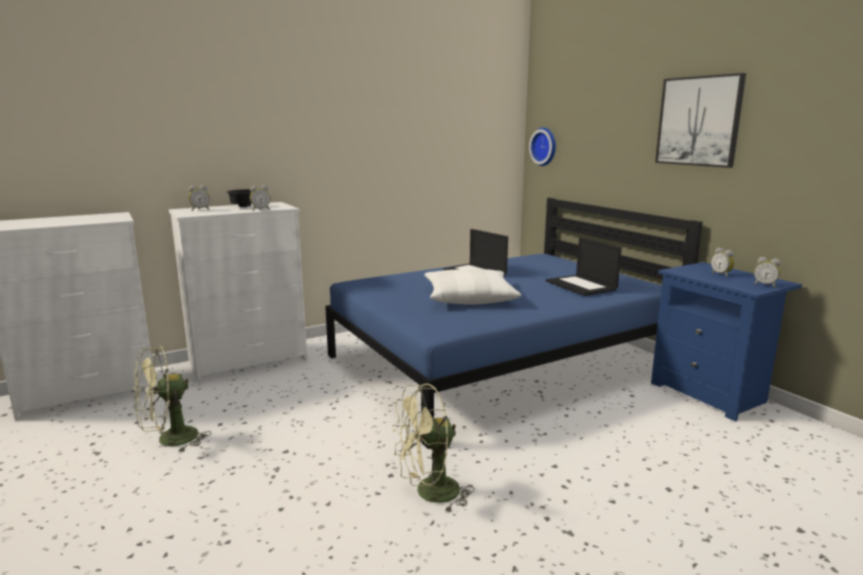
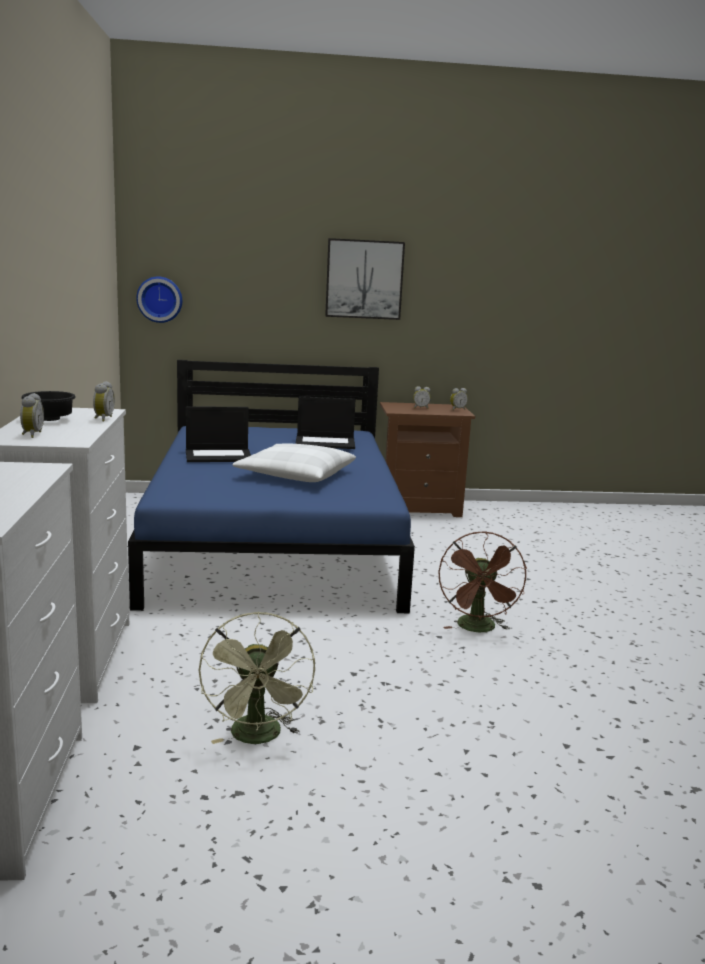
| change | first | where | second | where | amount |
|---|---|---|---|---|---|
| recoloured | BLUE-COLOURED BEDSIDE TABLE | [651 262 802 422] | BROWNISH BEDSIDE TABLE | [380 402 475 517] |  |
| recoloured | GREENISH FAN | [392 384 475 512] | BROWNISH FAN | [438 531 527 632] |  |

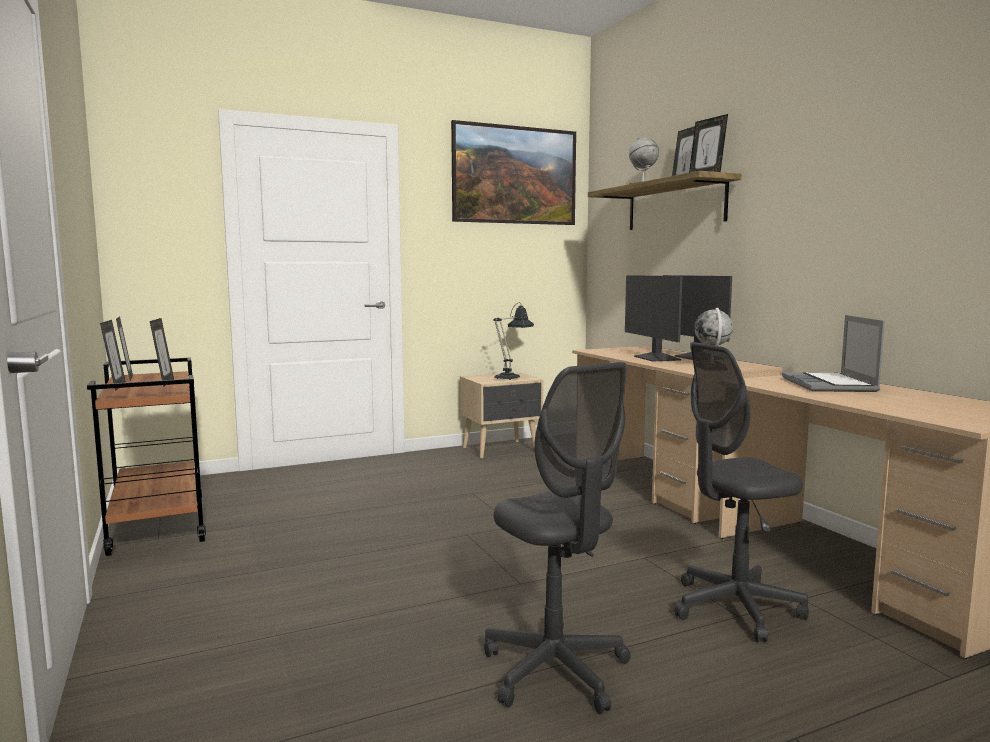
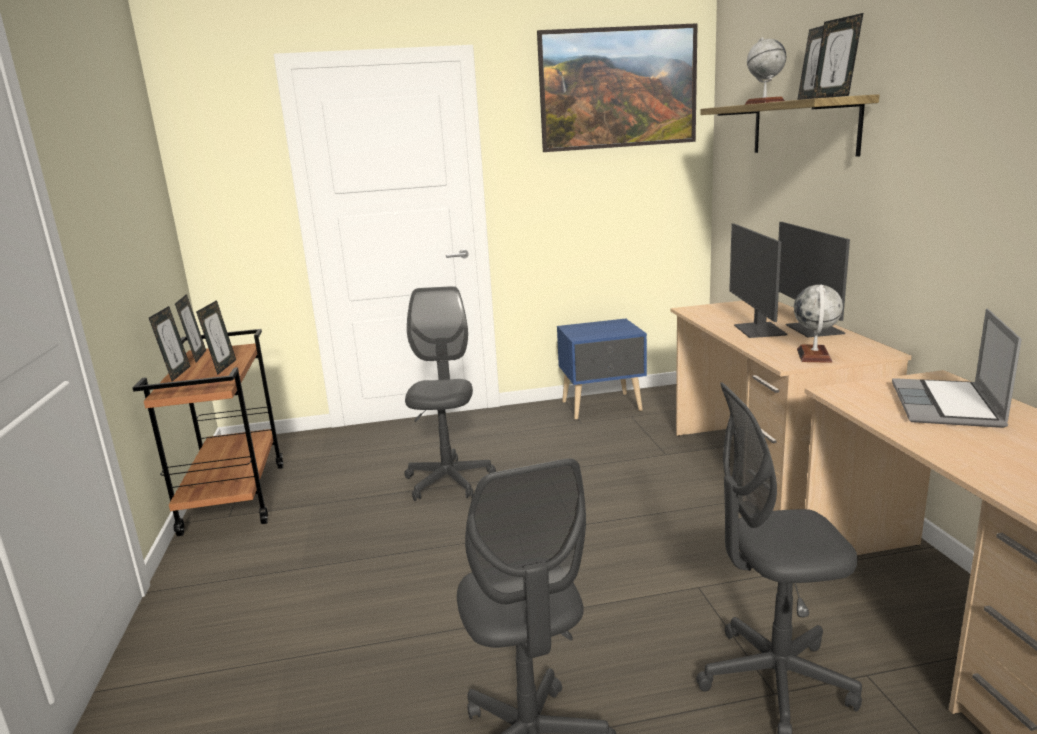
| change | first | where | second | where | amount |
|---|---|---|---|---|---|
| added |  |  | GREYISH DESK CHAIR | [405 286 496 501] |  |
| recoloured | BEIGE-COLOURED BEDSIDE TABLE | [460 372 544 459] | BLUE-COLOURED BEDSIDE TABLE | [557 319 647 419] |  |
| removed | TABLETOP LAMP | [493 302 534 379] |  |  |  |

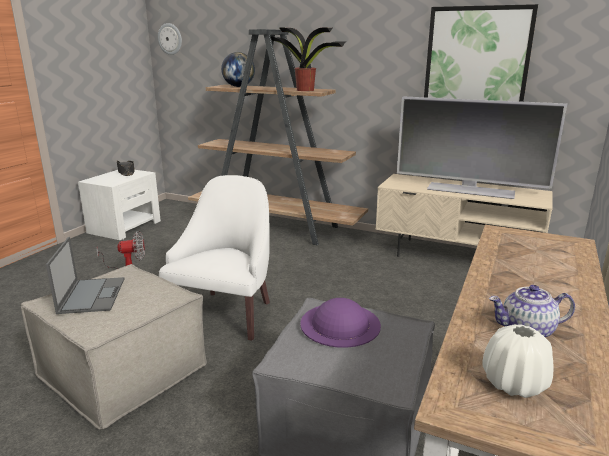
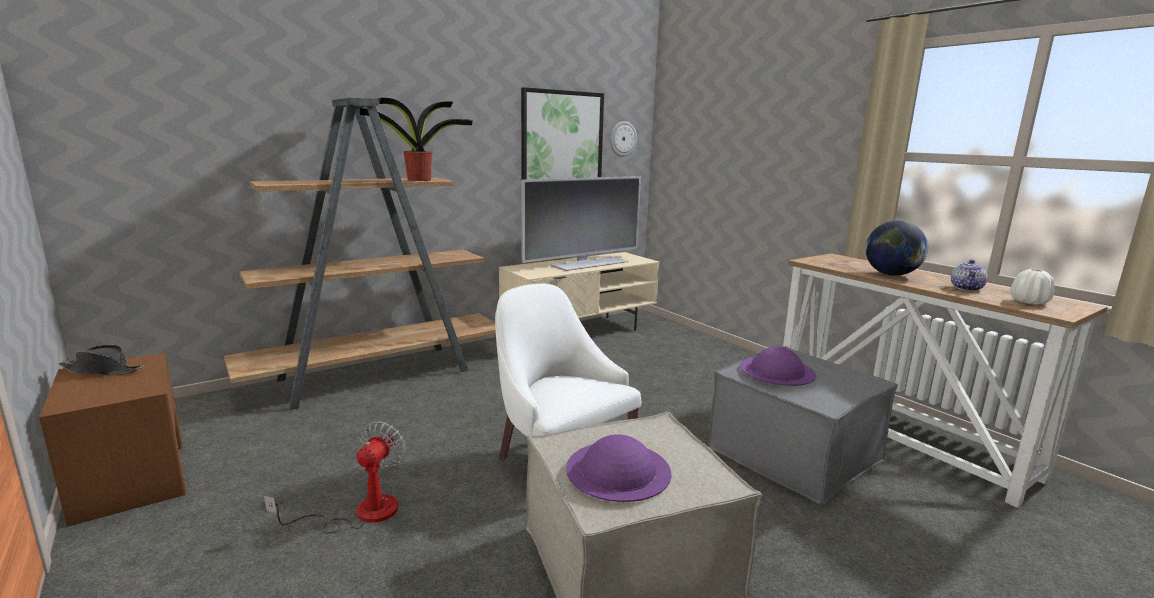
| change | first | where | second | where | amount |
|---|---|---|---|---|---|
| recoloured | WHITE BEDSIDE TABLE | [78 170 161 240] | BROWNISH BEDSIDE TABLE | [39 353 186 527] |  |
| replaced | PORTABLE COMPUTER | [46 237 124 314] | PURPLE-COLOURED HAT | [566 434 672 502] |  |
| moved | HANGING CLOCK | [158 23 182 55] |  | [610 121 637 157] |  |
| moved | GLOBE | [221 52 255 87] |  | [865 220 928 276] |  |

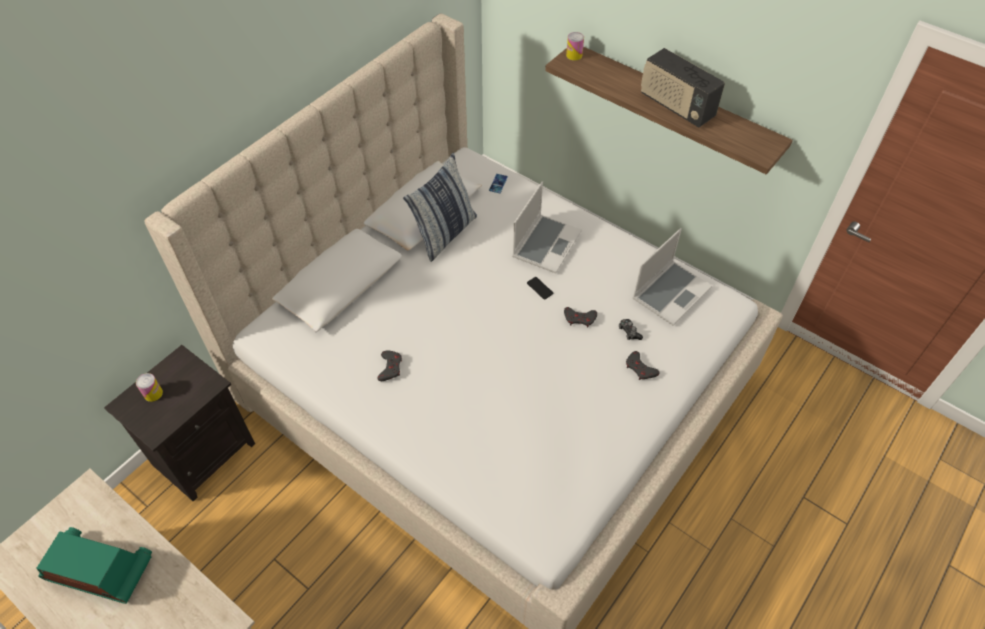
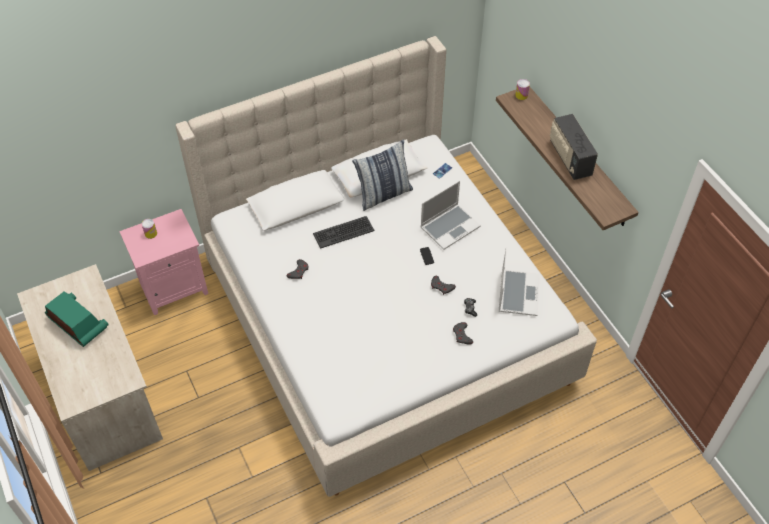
| change | first | where | second | where | amount |
|---|---|---|---|---|---|
| recoloured | BLACKISH BEDSIDE TABLE | [104 345 255 501] | PINK BEDSIDE TABLE | [119 209 208 315] |  |
| added |  |  | PC KEYBOARD | [313 216 375 249] |  |
| turned | PORTABLE COMPUTER | [633 228 712 326] |  | [499 247 540 316] | 60 degrees counterclockwise |

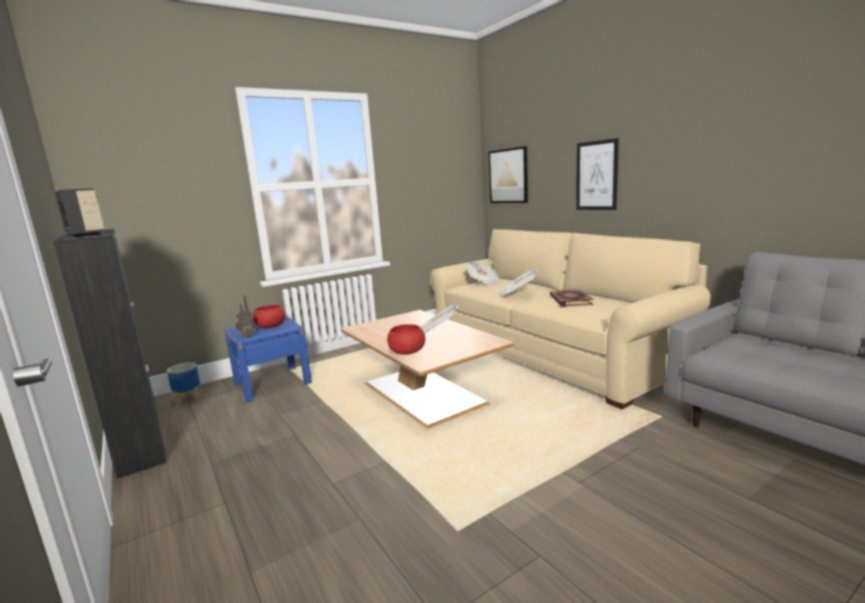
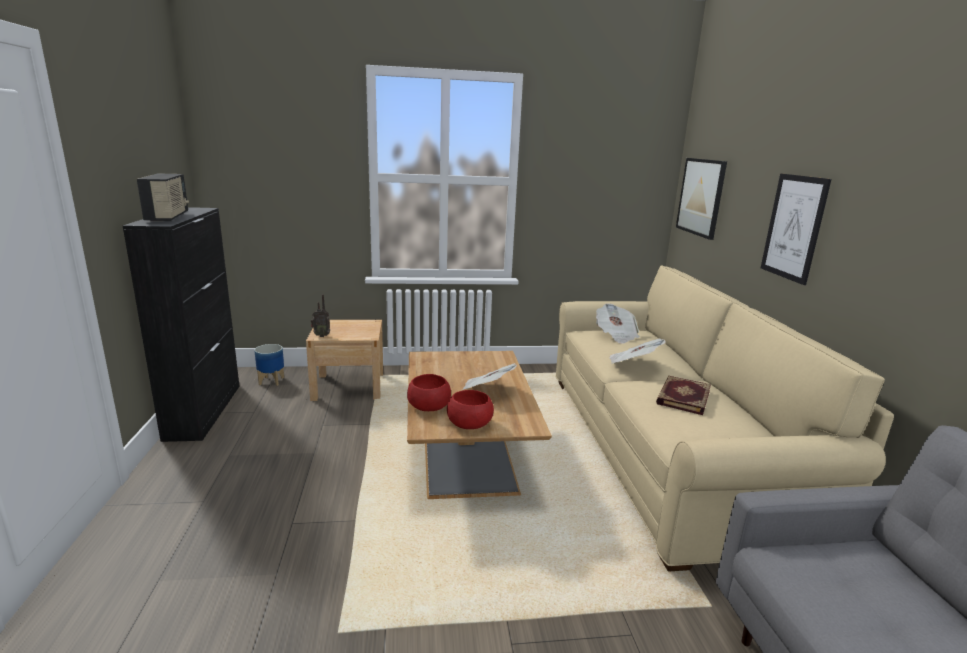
| change | first | where | second | where | amount |
|---|---|---|---|---|---|
| recoloured | BLUE-COLOURED BEDSIDE TABLE | [224 316 312 403] | BEIGE-COLOURED BEDSIDE TABLE | [306 320 383 401] |  |
| moved | RED SERVING BOWL | [253 305 285 328] |  | [447 390 494 429] |  |

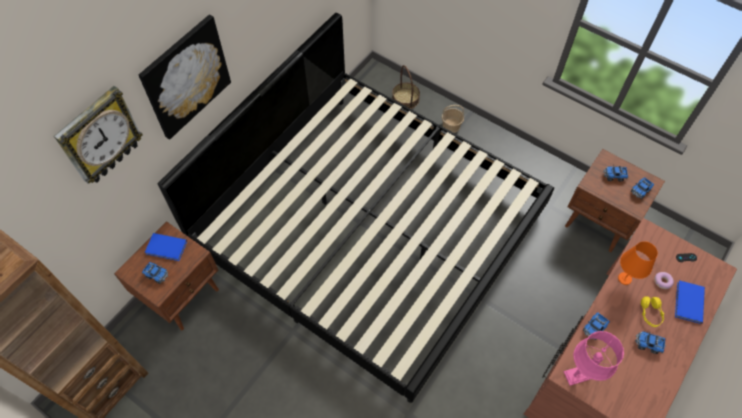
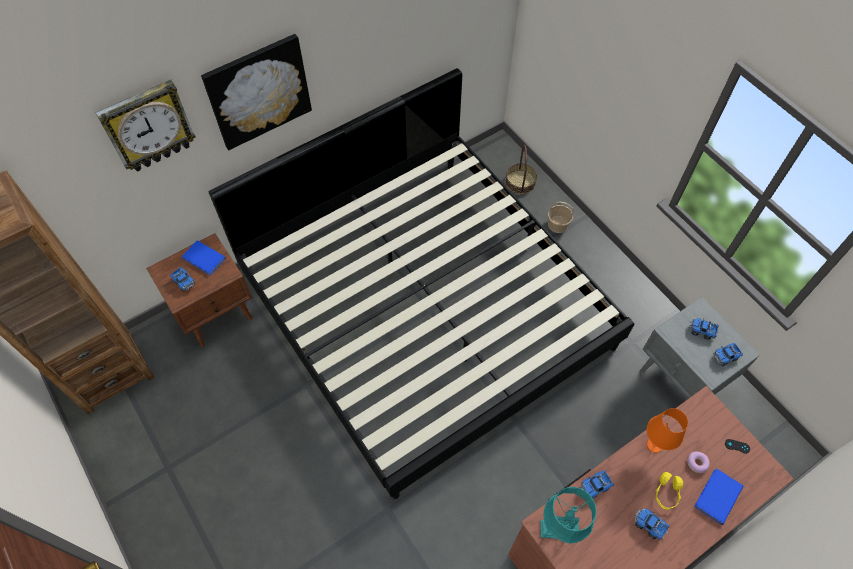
| change | first | where | second | where | amount |
|---|---|---|---|---|---|
| recoloured | PINK TABLETOP LAMP | [564 331 624 386] | TURQUOISE TABLETOP LAMP | [540 487 597 544] |  |
| recoloured | BROWNISH BEDSIDE TABLE | [565 149 665 252] | GREYISH BEDSIDE TABLE | [640 297 760 401] |  |

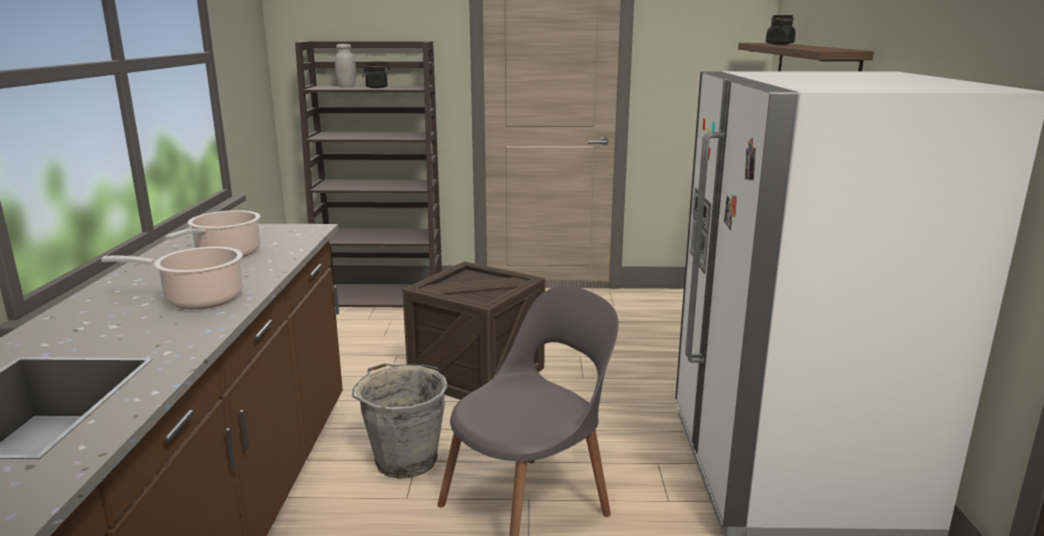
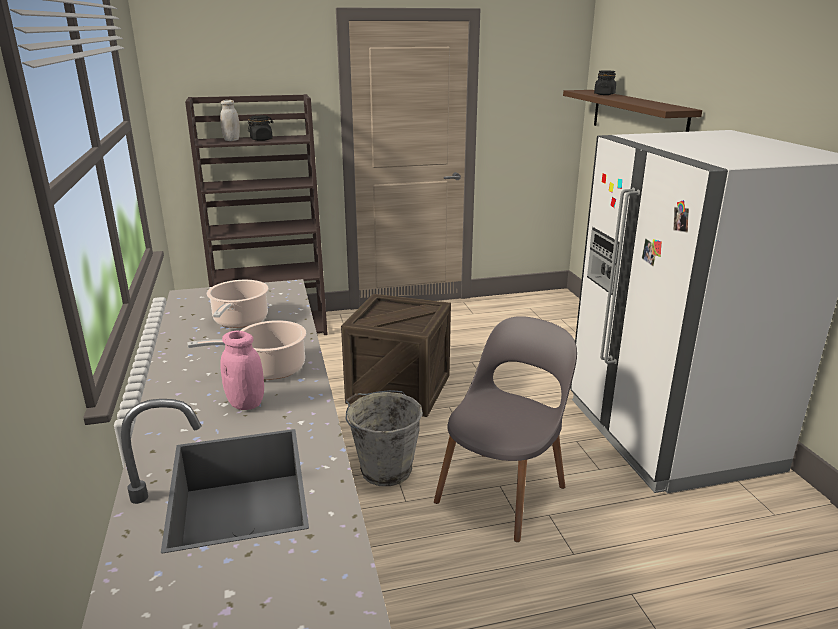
| change | first | where | second | where | amount |
|---|---|---|---|---|---|
| added |  |  | PINK JAR | [220 331 264 410] |  |

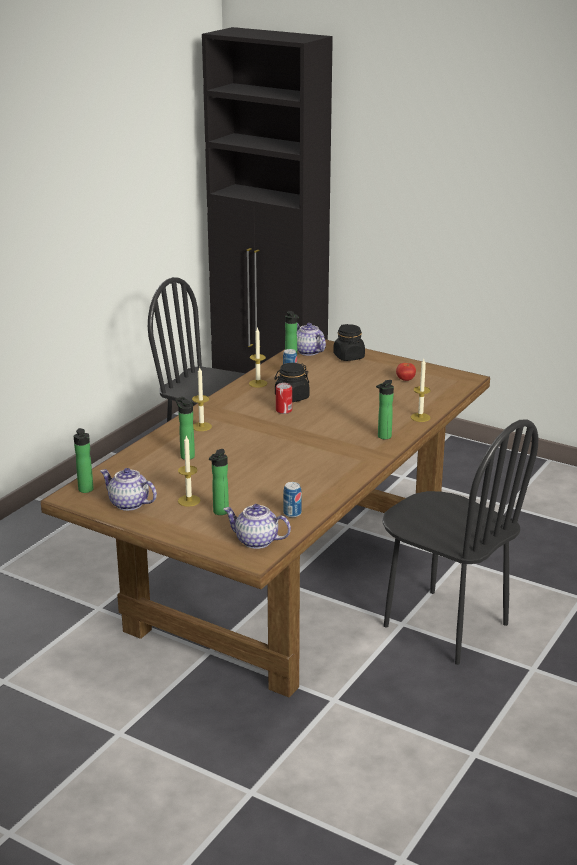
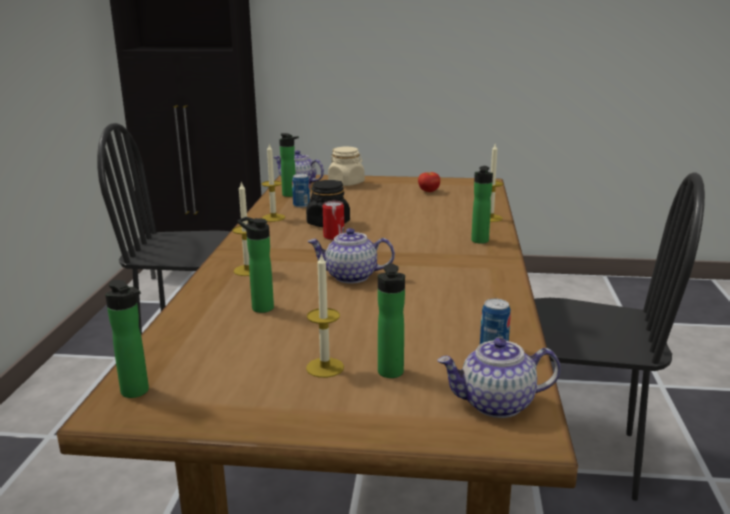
| change | first | where | second | where | amount |
|---|---|---|---|---|---|
| moved | POT FOR TEA | [100 468 157 511] |  | [307 228 395 284] |  |
| recoloured | BLACKISH JAR | [333 324 365 361] | BEIGE-COLOURED JAR | [328 147 365 186] |  |

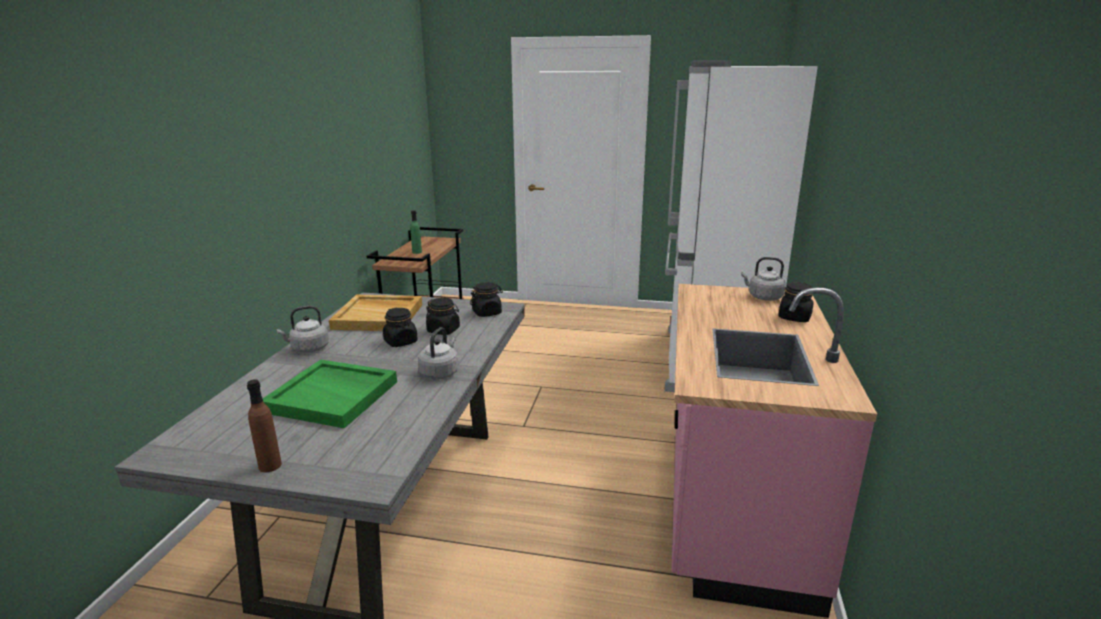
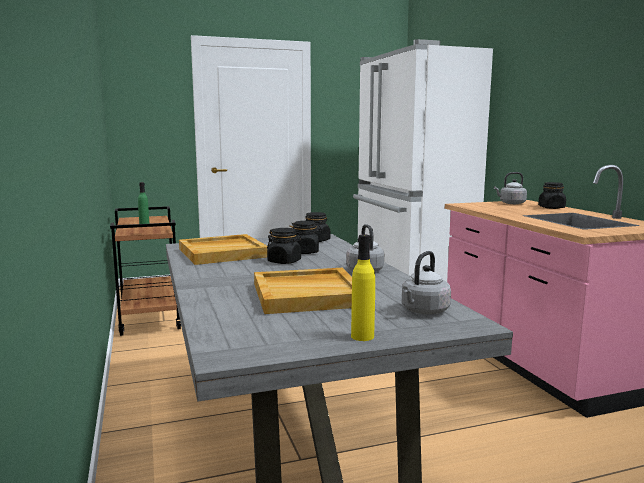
| change | first | where | second | where | amount |
|---|---|---|---|---|---|
| recoloured | GREENISH SERVING TRAY | [262 360 397 428] | BEIGE-COLOURED SERVING TRAY | [254 268 352 314] |  |
| recoloured | BROWNISH DRINK BOTTLE | [247 379 282 472] | YELLOW-COLOURED DRINK BOTTLE | [351 235 375 341] |  |
| moved | GREYISH KETTLE | [276 306 329 353] |  | [402 251 451 314] |  |

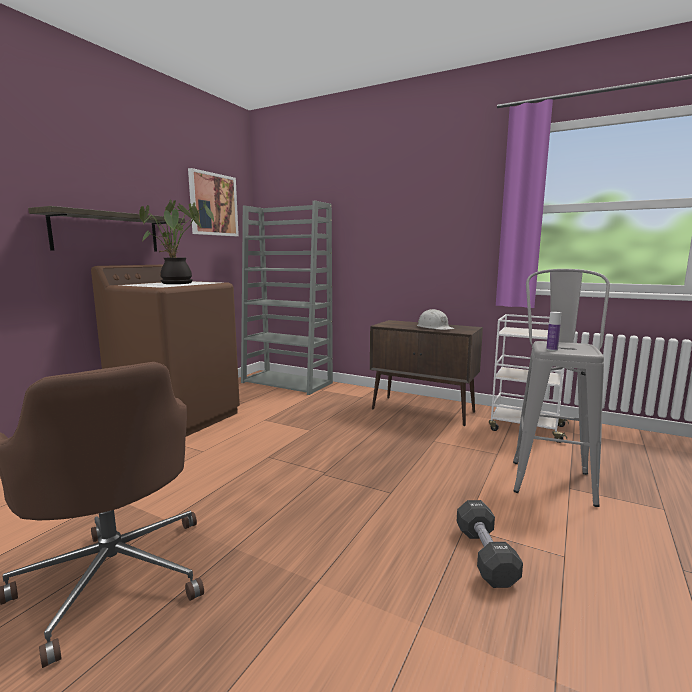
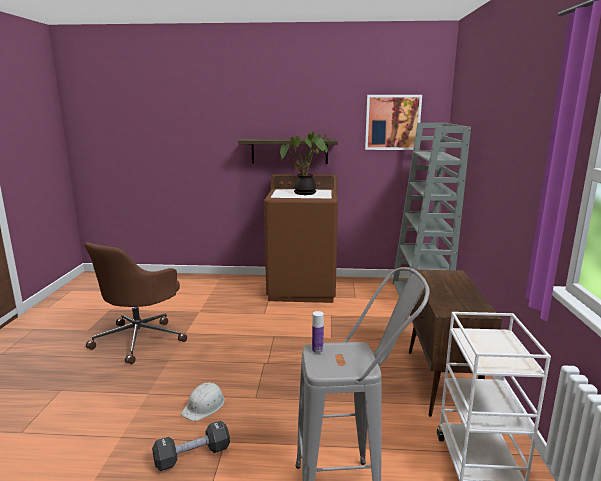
| change | first | where | second | where | amount |
|---|---|---|---|---|---|
| moved | WHITE WORK HELMET | [417 309 454 330] |  | [181 382 225 421] |  |

